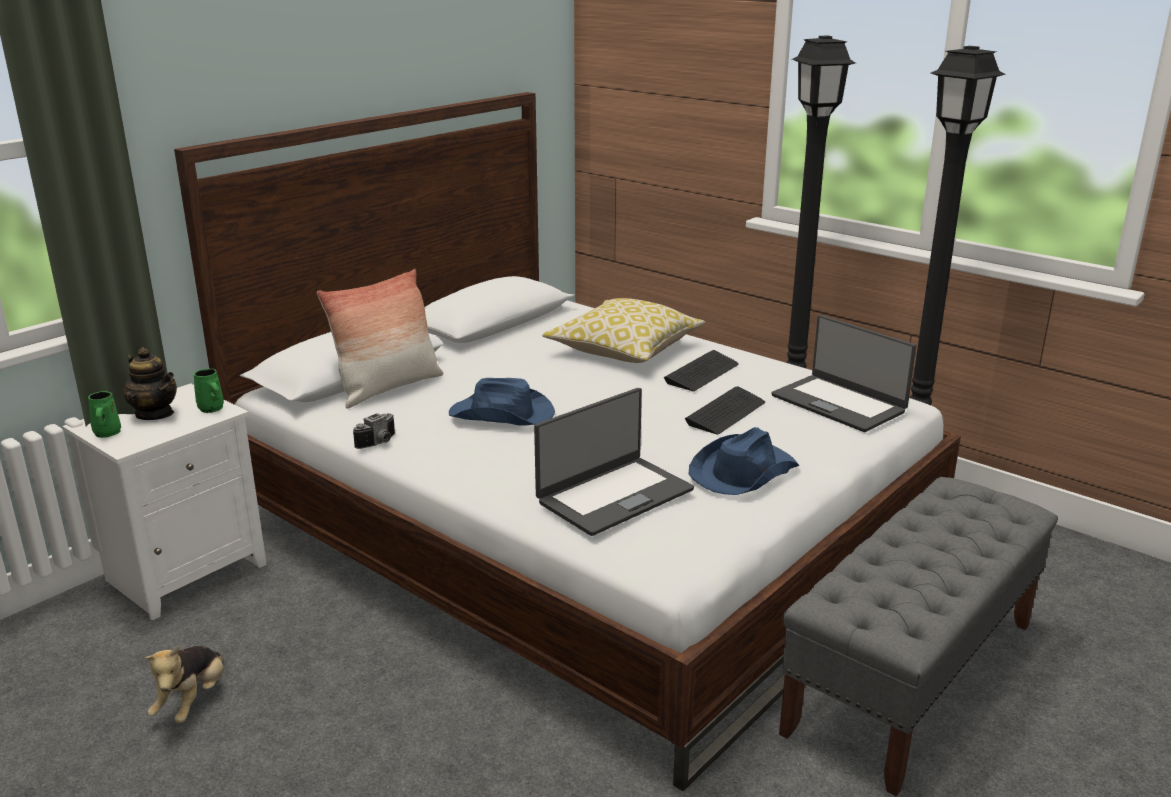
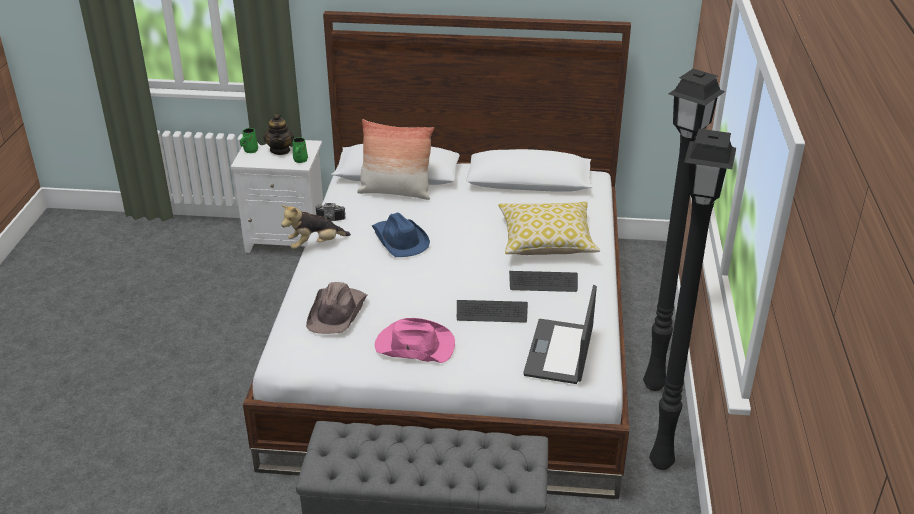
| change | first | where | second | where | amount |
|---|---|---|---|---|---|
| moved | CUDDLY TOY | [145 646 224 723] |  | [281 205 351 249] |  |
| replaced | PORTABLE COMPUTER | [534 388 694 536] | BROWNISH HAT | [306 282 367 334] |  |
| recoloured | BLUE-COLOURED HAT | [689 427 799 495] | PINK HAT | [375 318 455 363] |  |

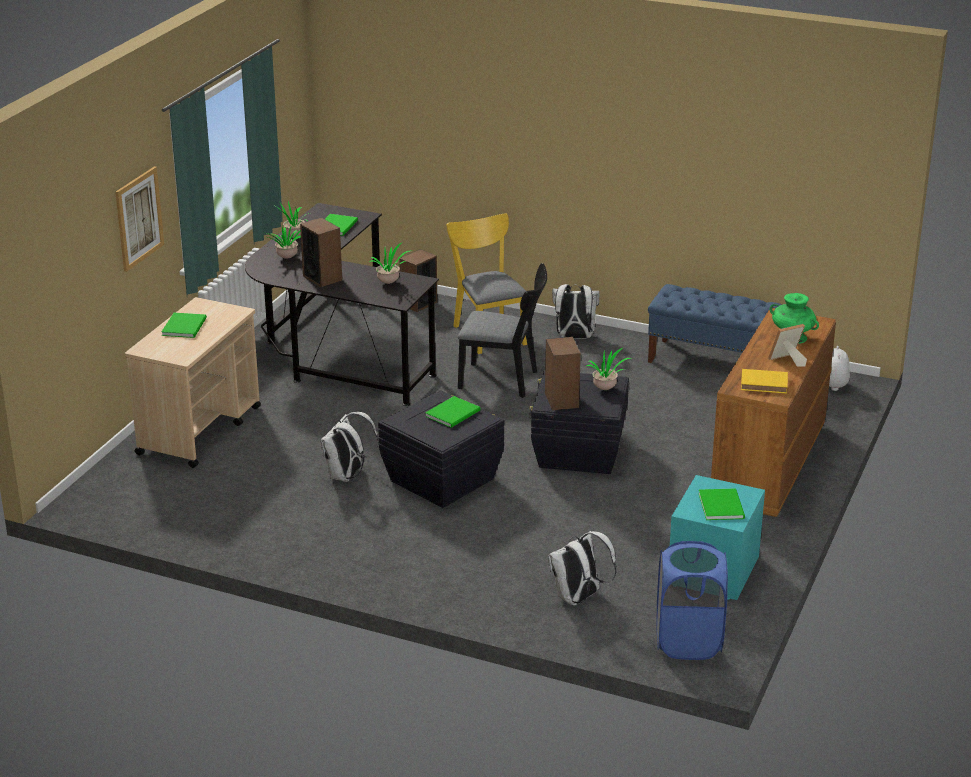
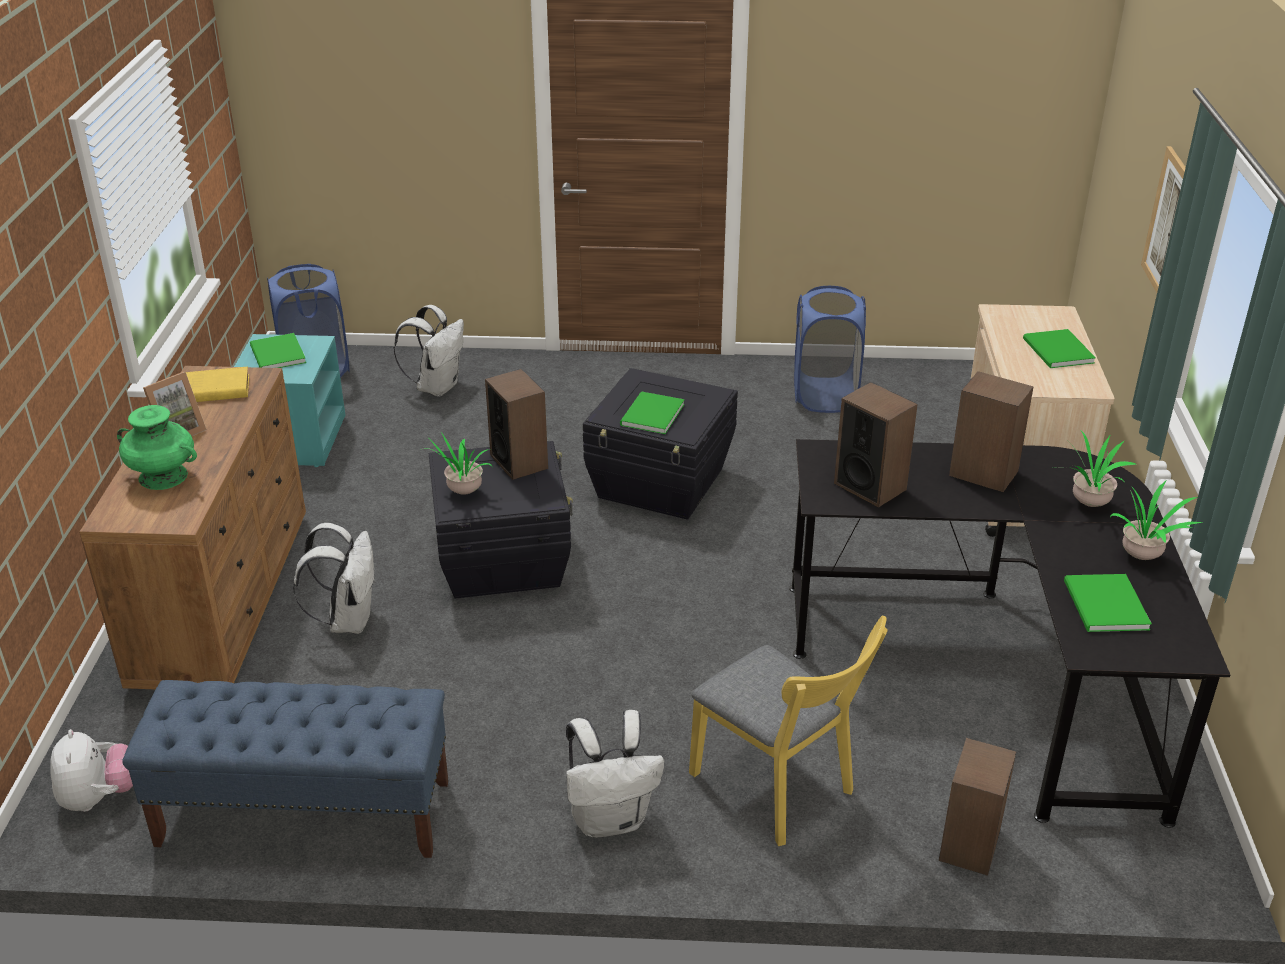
| change | first | where | second | where | amount |
|---|---|---|---|---|---|
| moved | WHITE RUCKSACK | [321 412 379 482] |  | [293 523 376 634] |  |
| added |  |  | BLUE-COLOURED HAMPER | [794 286 866 413] |  |
| replaced | POTTED PLANT | [370 243 410 284] | AUDIO SPEAKER | [834 382 918 507] |  |
| removed | BLACKISH CHAIR | [458 263 547 398] |  |  |  |

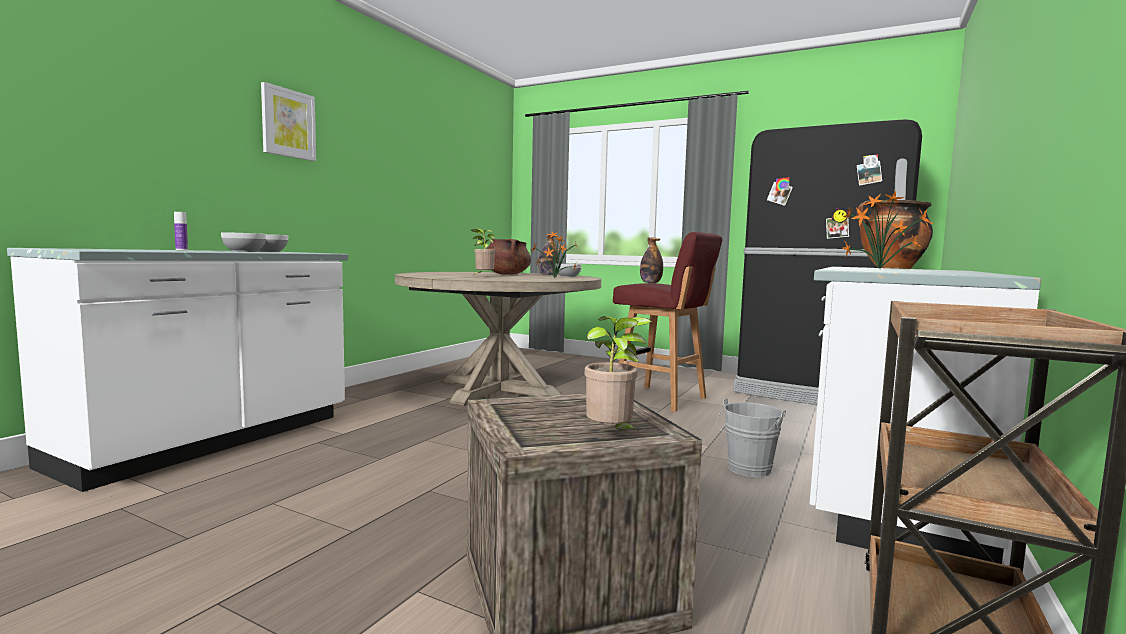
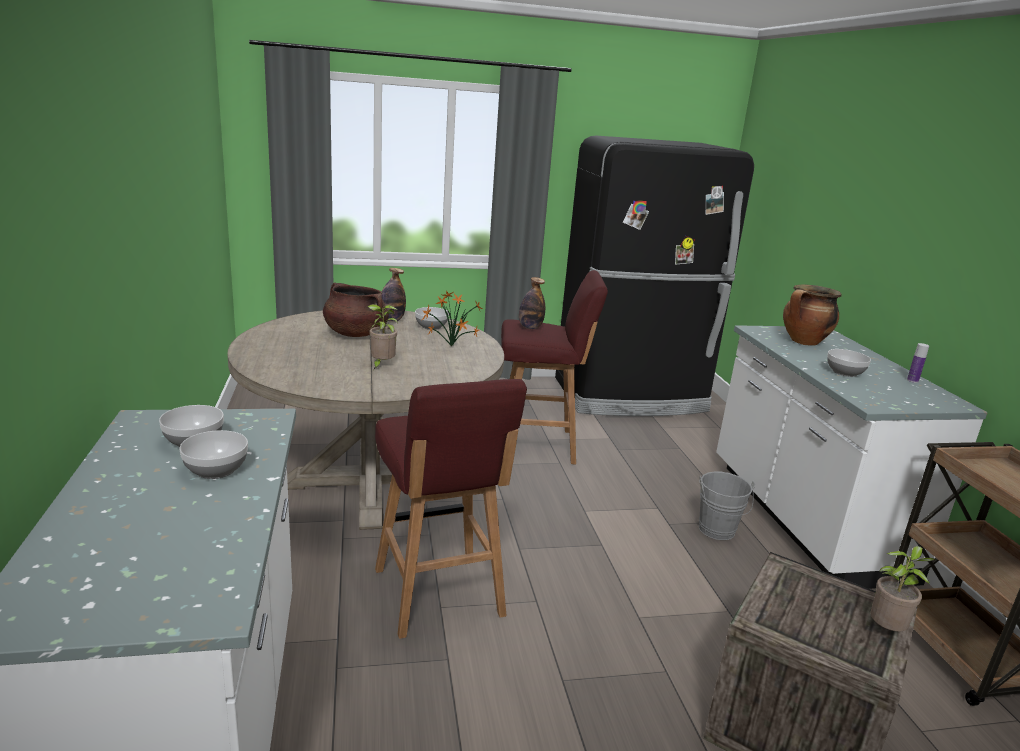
| change | first | where | second | where | amount |
|---|---|---|---|---|---|
| added |  |  | RED SITTING STOOL | [375 379 527 639] |  |
| replaced | POTTED PLANT | [842 191 934 269] | SERVING BOWL | [827 349 871 377] |  |
| moved | DRINK BOTTLE | [174 212 188 250] |  | [907 343 929 383] |  |
| removed | WALL PICTURE | [261 82 316 161] |  |  |  |

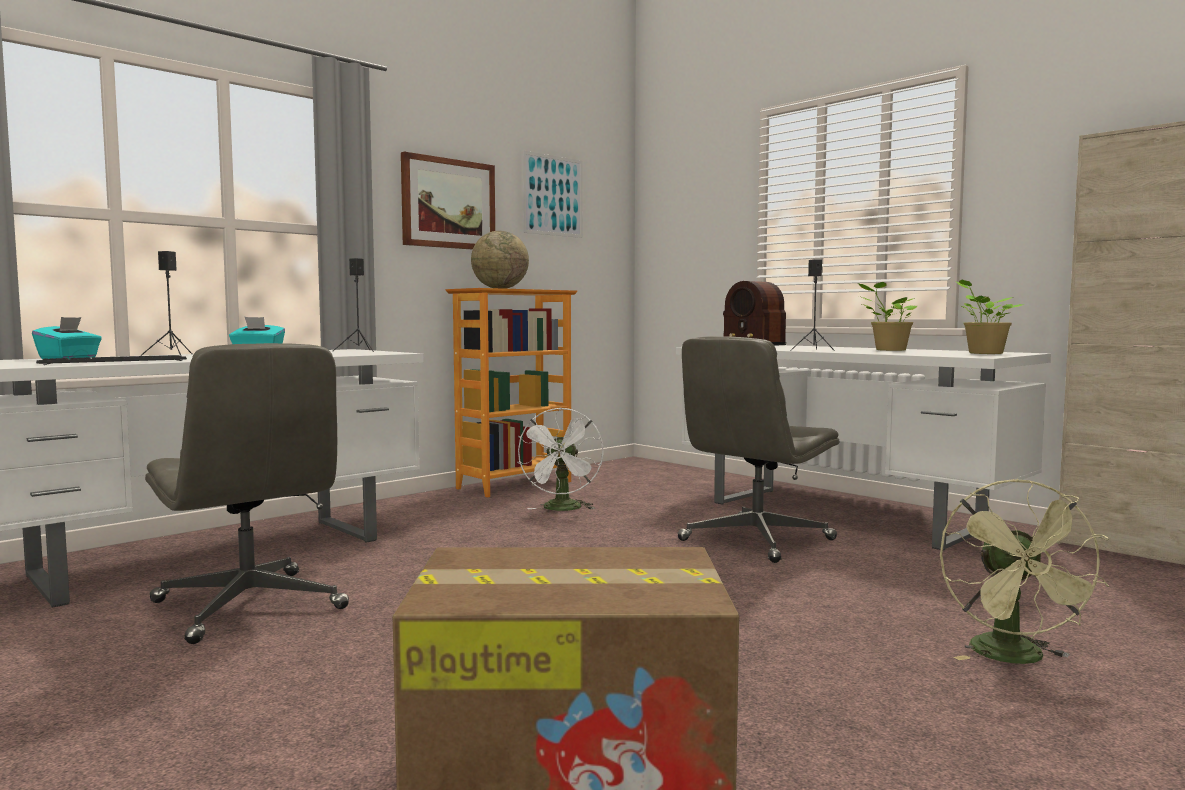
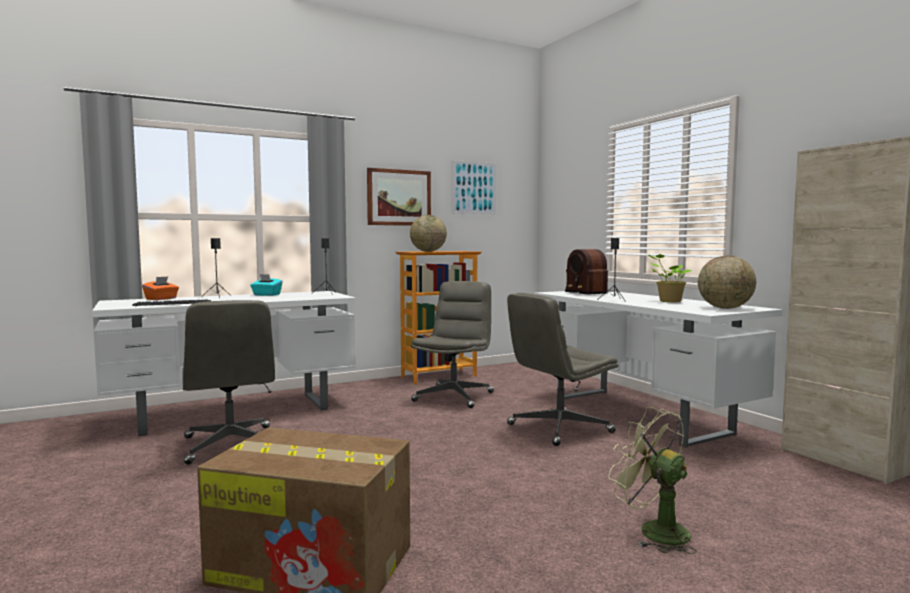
| change | first | where | second | where | amount |
|---|---|---|---|---|---|
| recoloured | TURQUOISE BOX OF TISSUES | [32 317 102 359] | ORANGE BOX OF TISSUES | [142 276 179 300] |  |
| replaced | WHITE FAN | [517 407 603 511] | GREYISH DESK CHAIR | [411 281 494 408] |  |
| turned | GREENISH FAN | [940 479 1110 664] |  | [608 407 697 554] | 120 degrees clockwise |
| replaced | POTTED PLANT | [955 280 1025 354] | GLOBE | [698 256 756 309] |  |

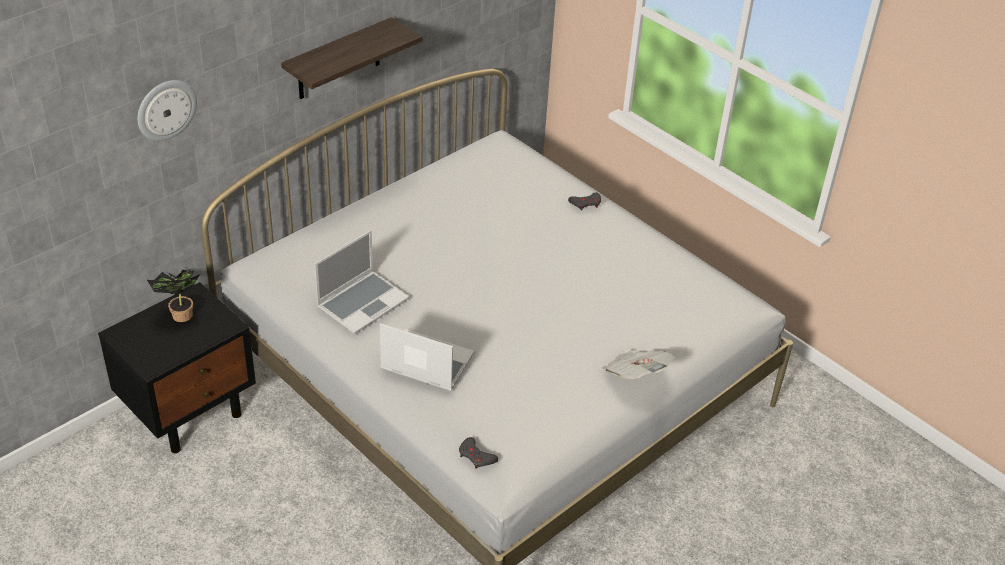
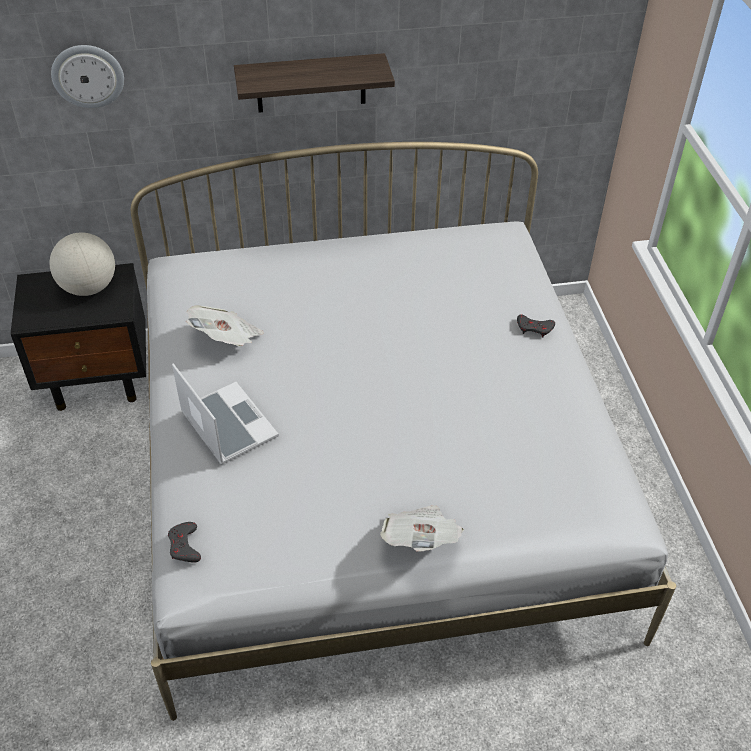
| change | first | where | second | where | amount |
|---|---|---|---|---|---|
| replaced | POTTED PLANT | [146 268 200 322] | GLOBE | [50 233 115 296] |  |
| replaced | PORTABLE COMPUTER | [315 230 409 334] | PRINTED PAPER | [186 305 264 346] |  |

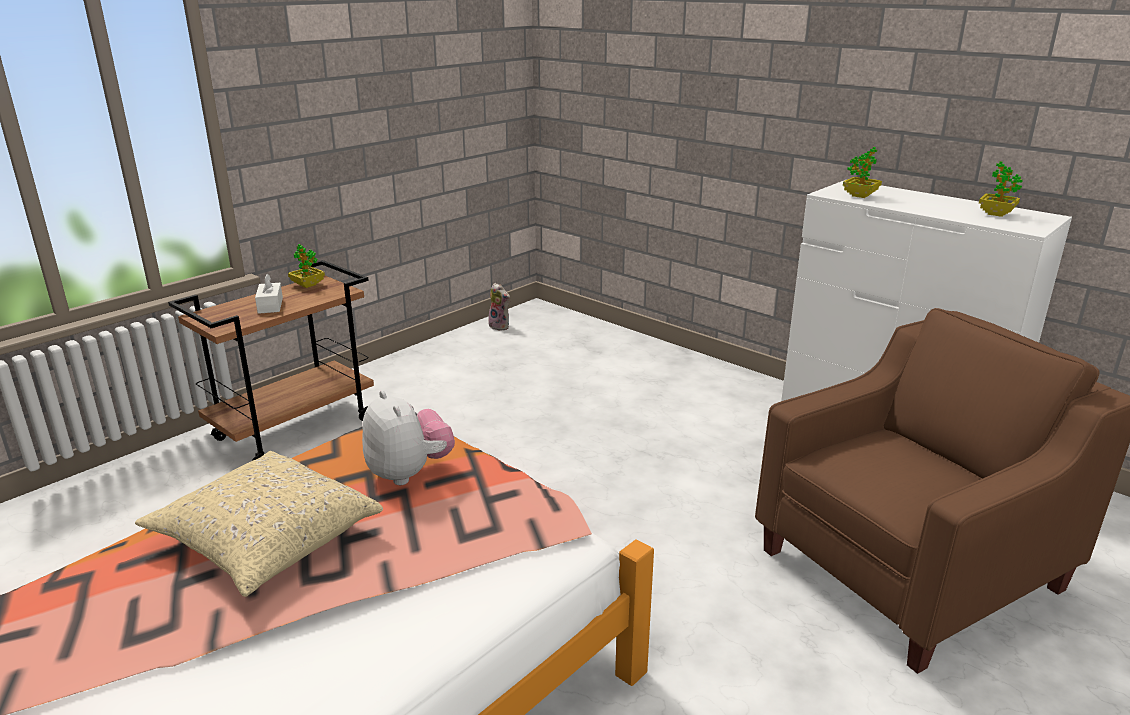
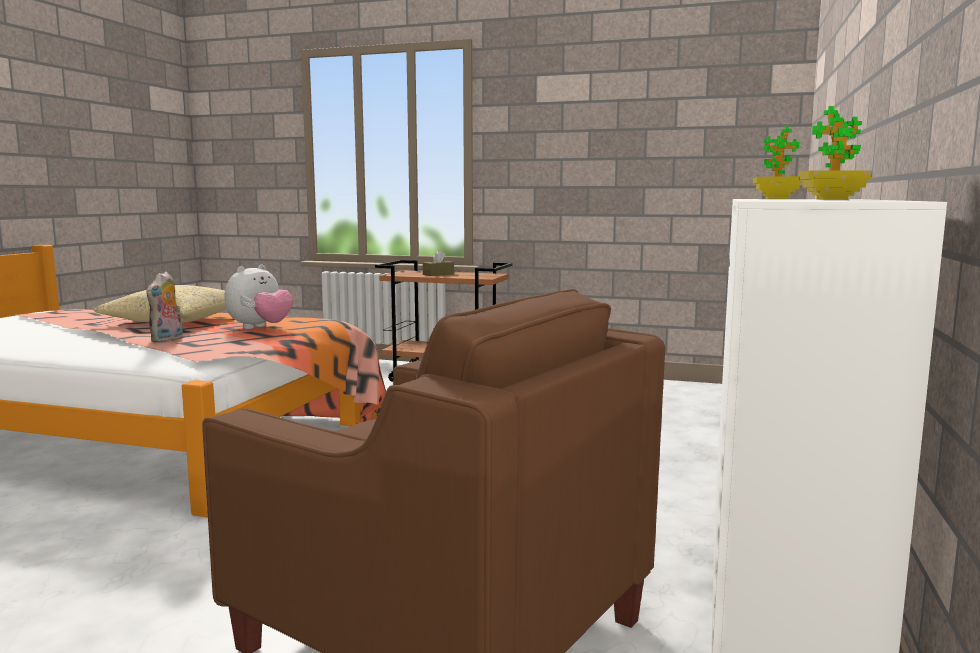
| change | first | where | second | where | amount |
|---|---|---|---|---|---|
| moved | CUDDLY TOY | [488 283 510 331] |  | [146 272 183 343] |  |
| recoloured | WHITE BOX OF TISSUES | [255 274 283 314] | BROWNISH BOX OF TISSUES | [423 250 454 276] |  |
| removed | POTTED PLANT | [288 244 325 288] |  |  |  |

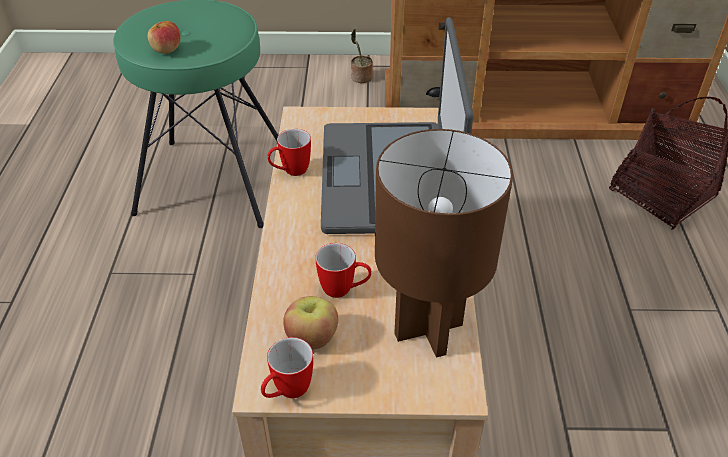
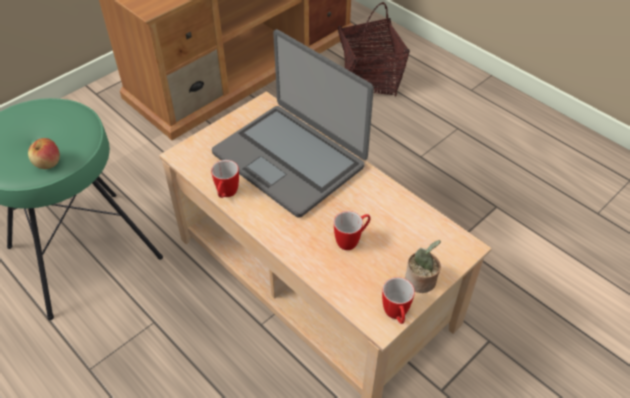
| change | first | where | second | where | amount |
|---|---|---|---|---|---|
| moved | POTTED PLANT | [351 29 373 83] |  | [405 240 441 293] |  |
| removed | WHOLE APPLE | [283 296 338 350] |  |  |  |
| removed | BROWNISH TABLETOP LAMP | [375 129 513 358] |  |  |  |

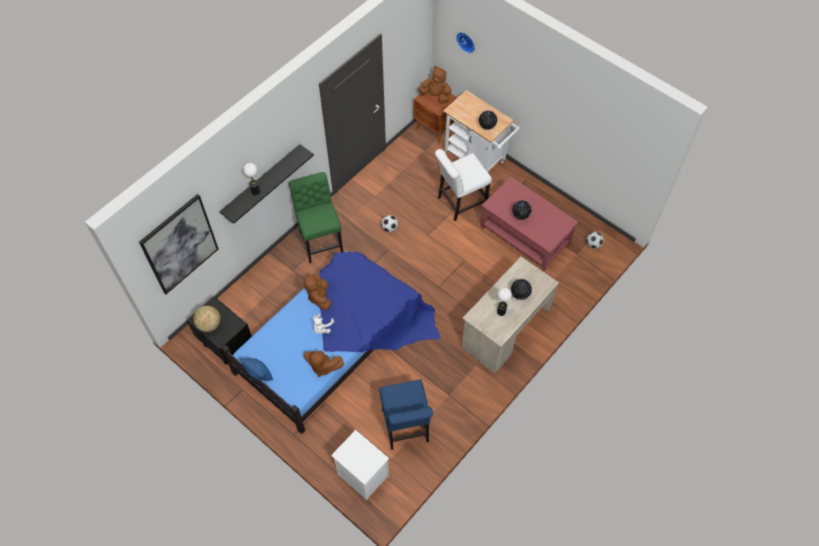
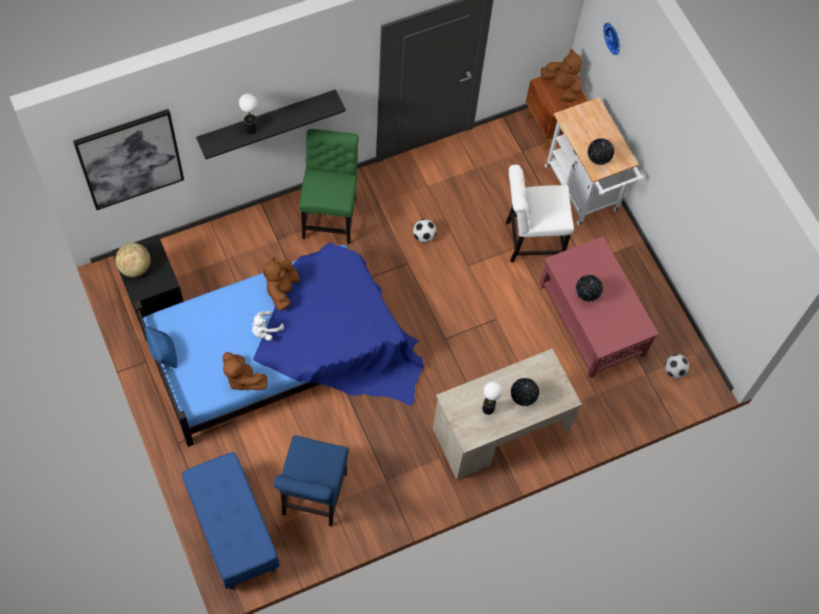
| change | first | where | second | where | amount |
|---|---|---|---|---|---|
| replaced | WHITE BEDSIDE TABLE | [331 430 389 500] | BLUE-COLOURED INDOOR BENCH | [182 452 280 589] |  |

